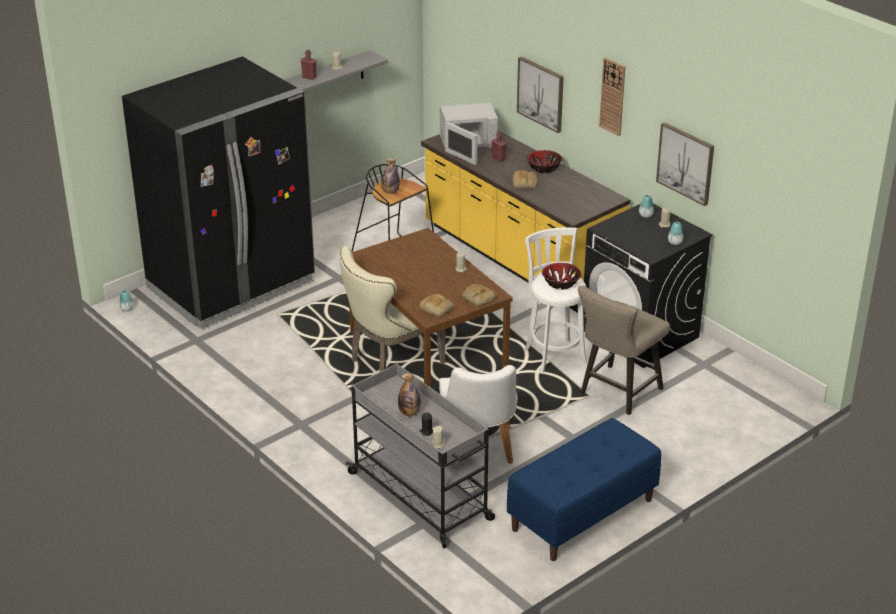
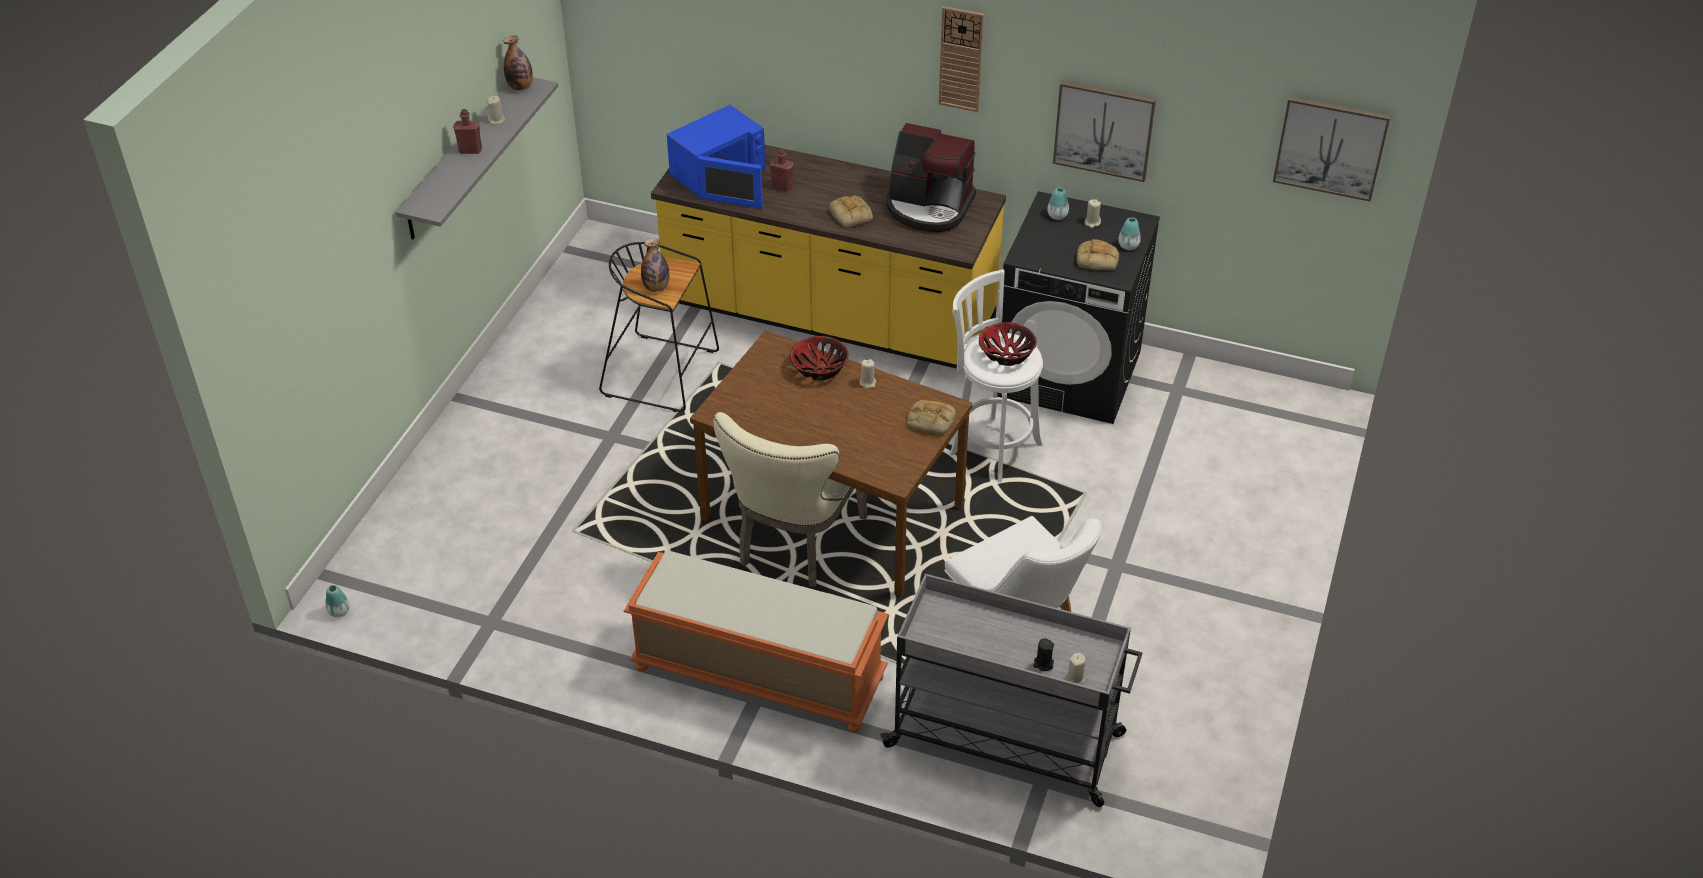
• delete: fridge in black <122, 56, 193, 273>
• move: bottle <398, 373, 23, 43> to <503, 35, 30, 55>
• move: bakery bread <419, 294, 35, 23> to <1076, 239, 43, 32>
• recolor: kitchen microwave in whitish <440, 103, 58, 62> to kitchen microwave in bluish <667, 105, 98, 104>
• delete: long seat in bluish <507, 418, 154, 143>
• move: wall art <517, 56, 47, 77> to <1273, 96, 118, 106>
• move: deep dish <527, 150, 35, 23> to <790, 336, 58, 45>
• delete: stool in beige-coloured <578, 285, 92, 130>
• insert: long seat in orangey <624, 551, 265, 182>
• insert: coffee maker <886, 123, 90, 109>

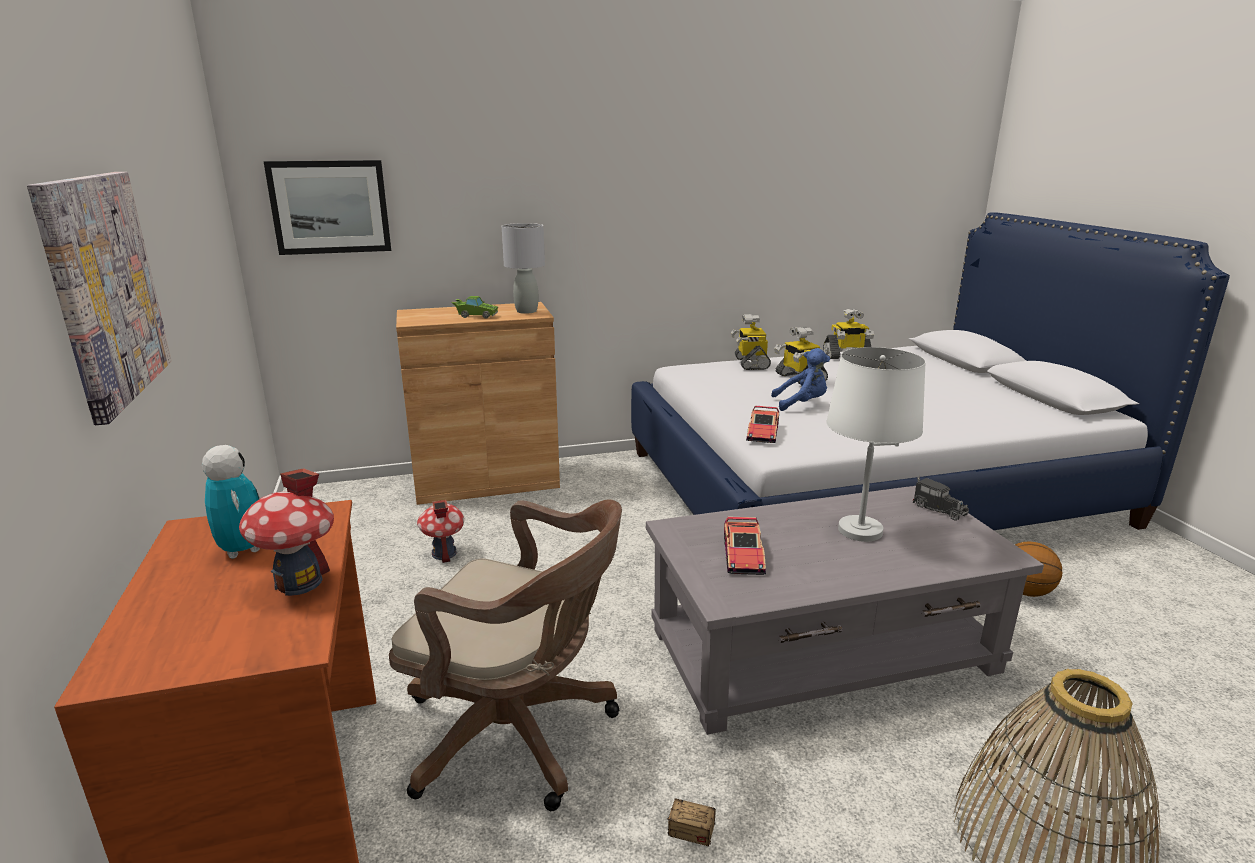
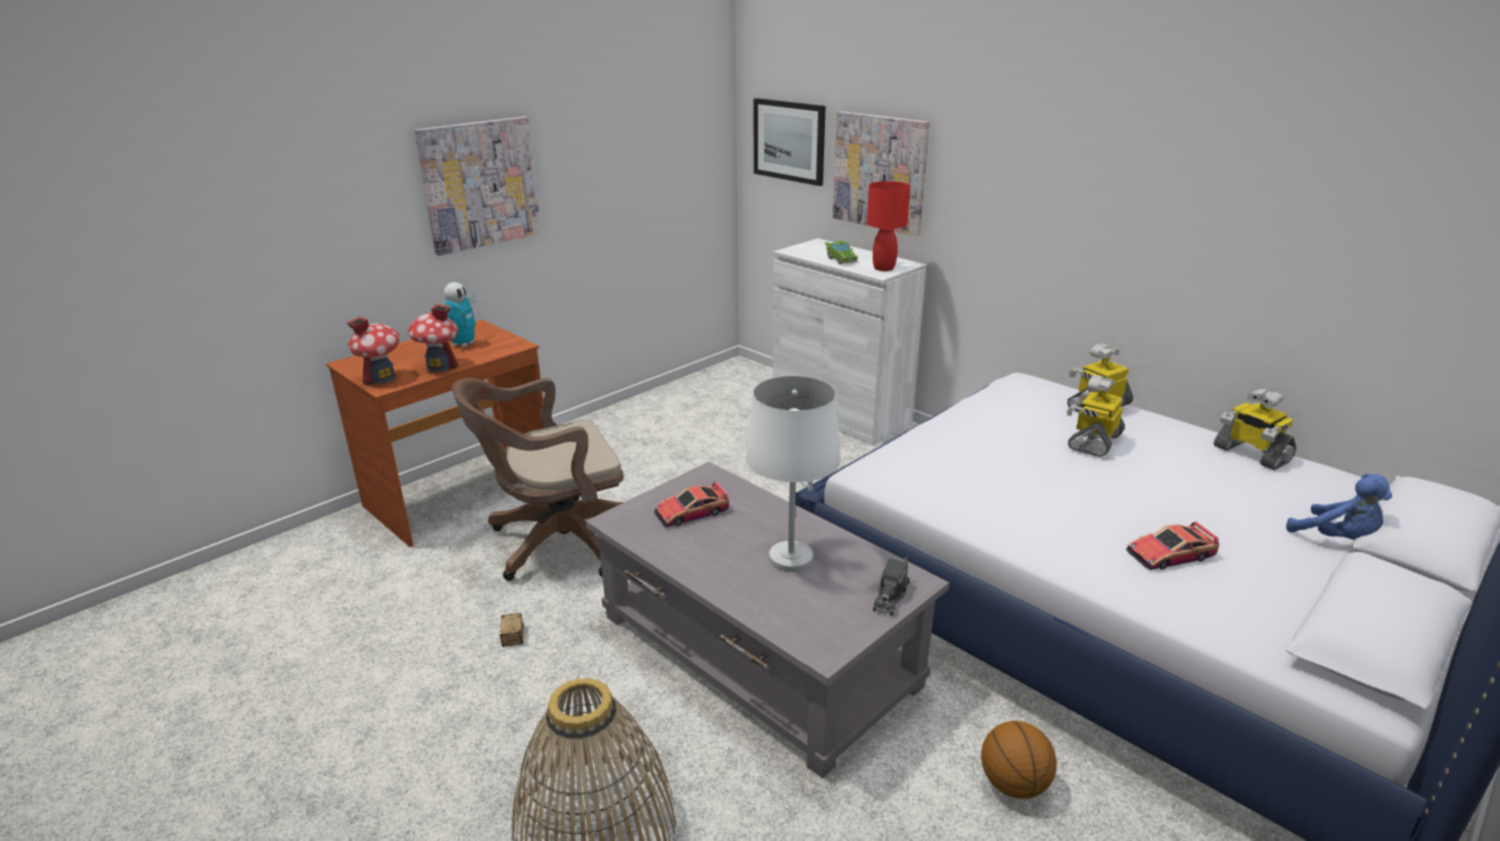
• rotate: computer chair in brown-coloured <389, 499, 233, 312> = <452, 378, 172, 203> 75 degrees clockwise
• recolor: storage cabinet in brown-coloured <396, 302, 164, 203> to storage cabinet in whitish <773, 238, 153, 207>
• move: miniature house <417, 500, 47, 63> to <347, 316, 53, 69>
• recolor: tabletop lamp in grey <502, 223, 43, 91> to tabletop lamp in reddish <867, 181, 43, 90>
• move: toy car <746, 406, 33, 37> to <1126, 522, 93, 48>
• move: plush toy in bluish <771, 348, 59, 63> to <1286, 474, 106, 66>
• insert: wall art <833, 111, 97, 125>

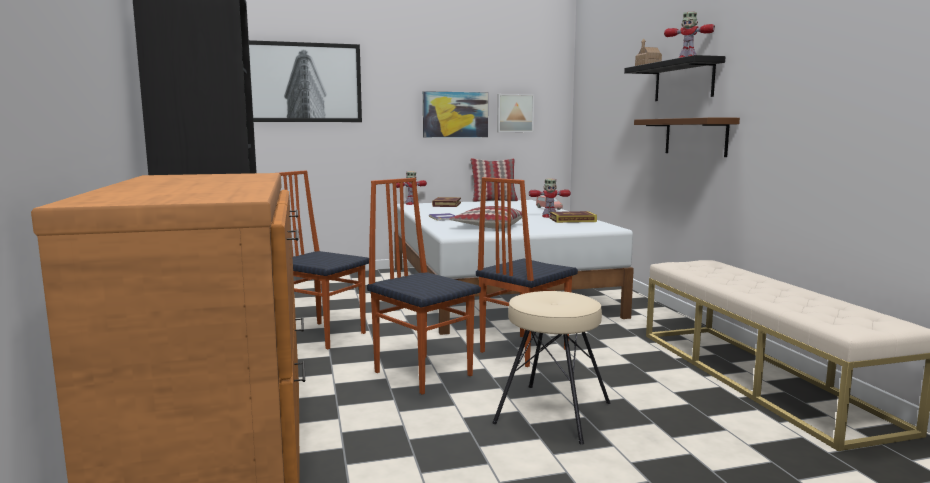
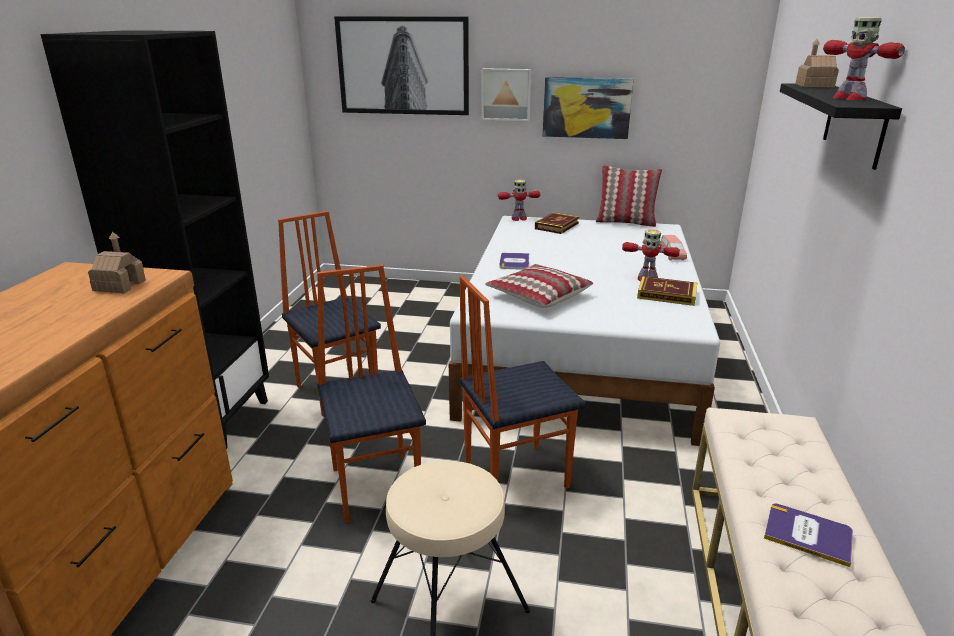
• move: wall art <497, 94, 37, 38> to <481, 68, 51, 53>
• delete: bracket shelf in brown-coloured <634, 117, 106, 40>
• insert: miniature house <88, 232, 58, 61>
• insert: bound book <764, 503, 89, 64>

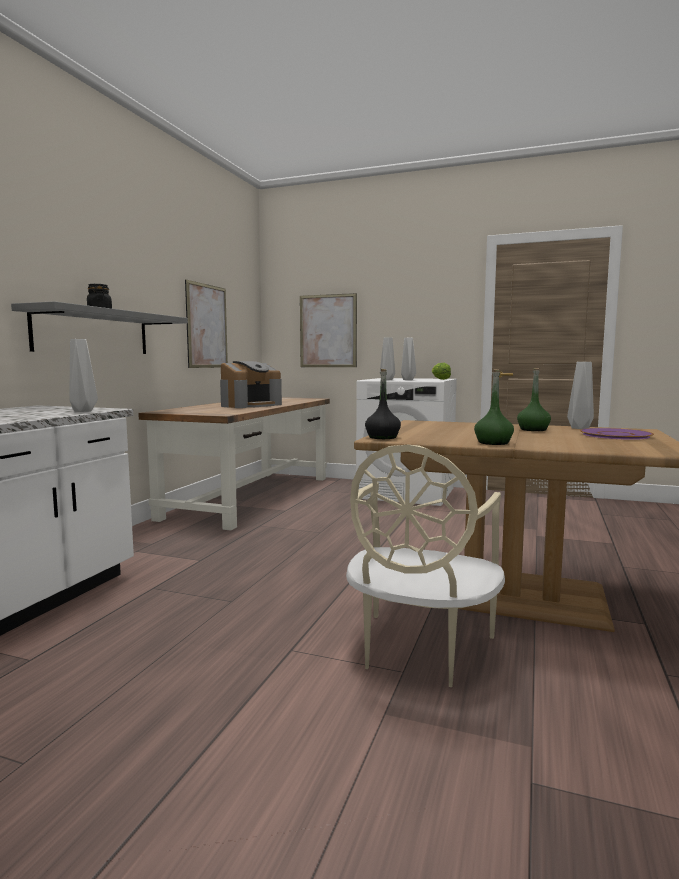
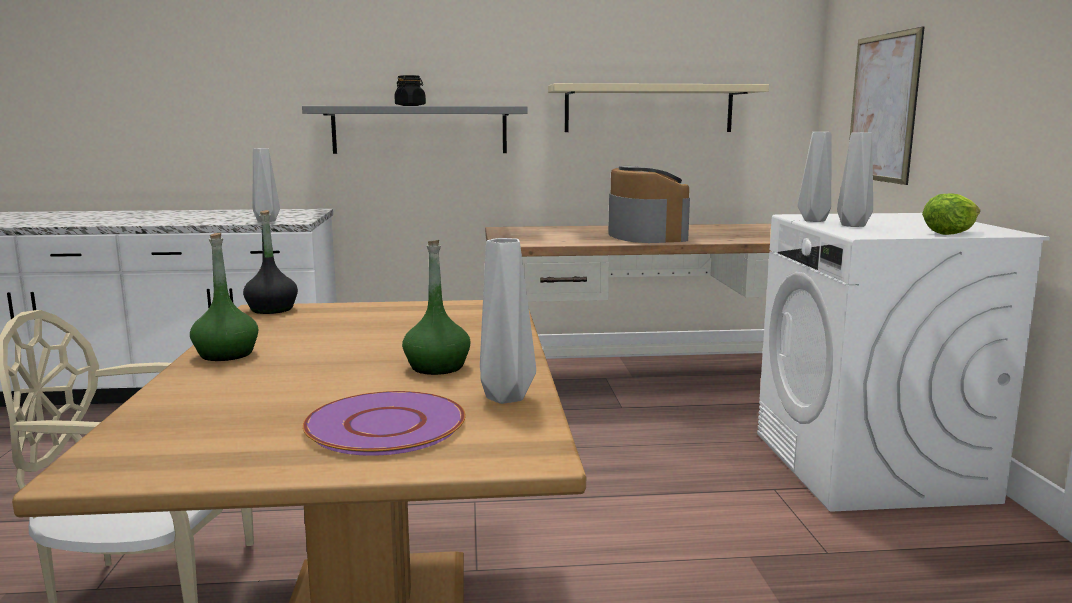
• replace: wall art <185, 280, 43, 88> to bracket shelf in beige-coloured <548, 83, 221, 49>
• rotate: coffee maker <220, 361, 62, 47> = <608, 166, 82, 77> 120 degrees counterclockwise

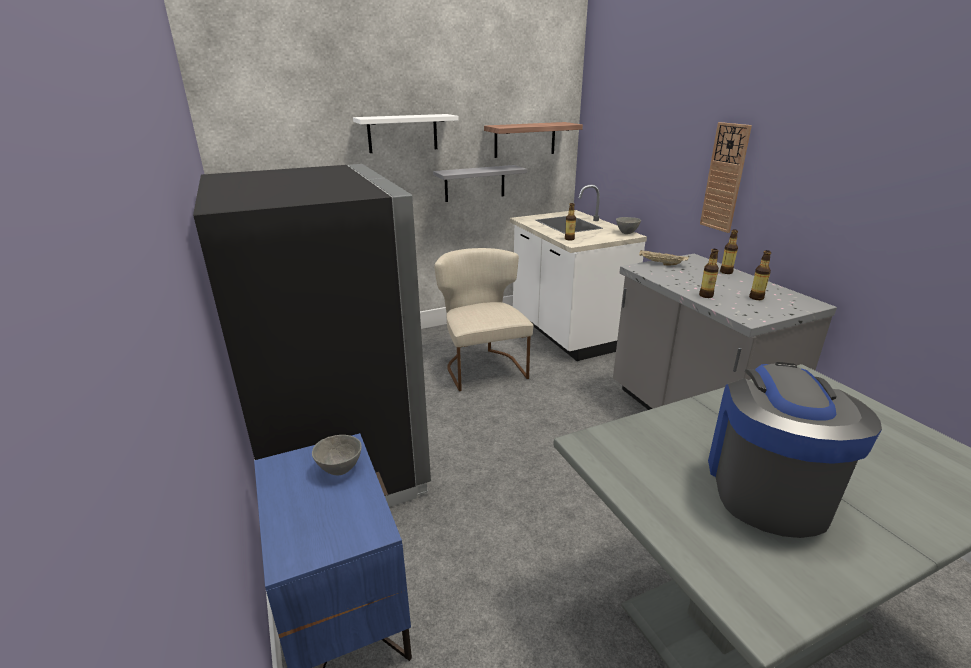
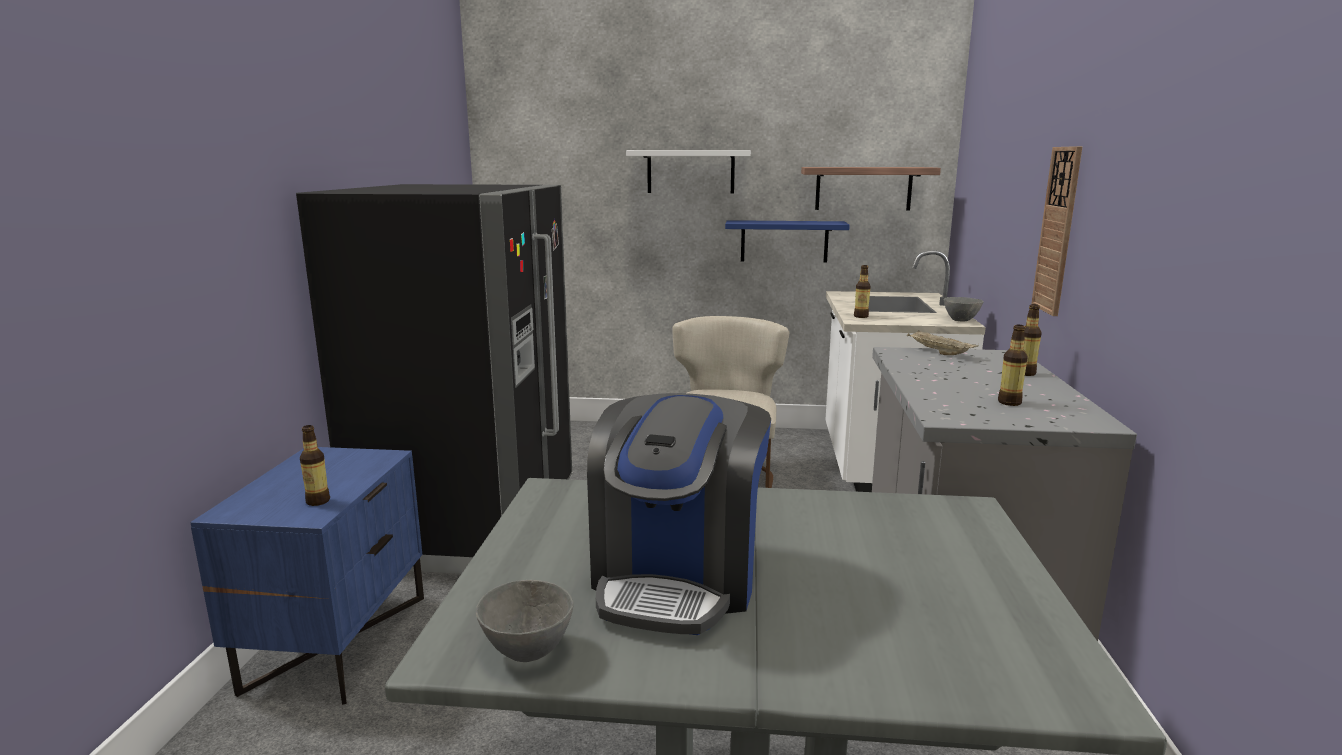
• move: deep dish in grey <312, 435, 49, 40> to <476, 580, 98, 82>
• recolor: bracket shelf in grey <433, 165, 94, 37> to bracket shelf in bluish <725, 220, 125, 43>
• move: bottle <699, 249, 20, 49> to <300, 425, 30, 81>
• rotate: coffee maker <708, 362, 174, 176> = <587, 393, 184, 242> 150 degrees clockwise

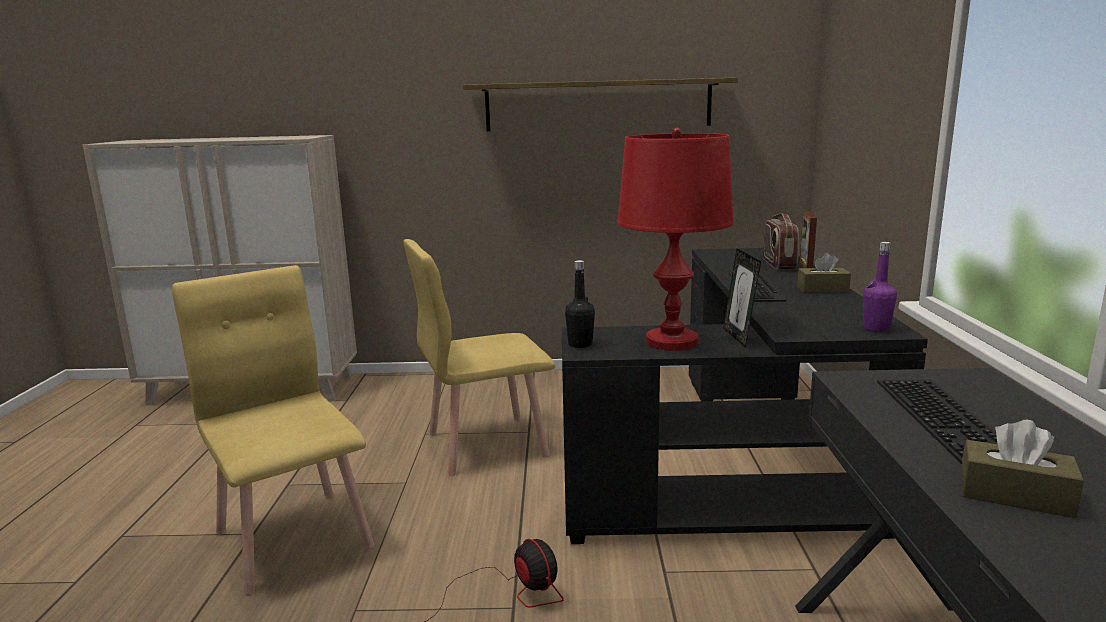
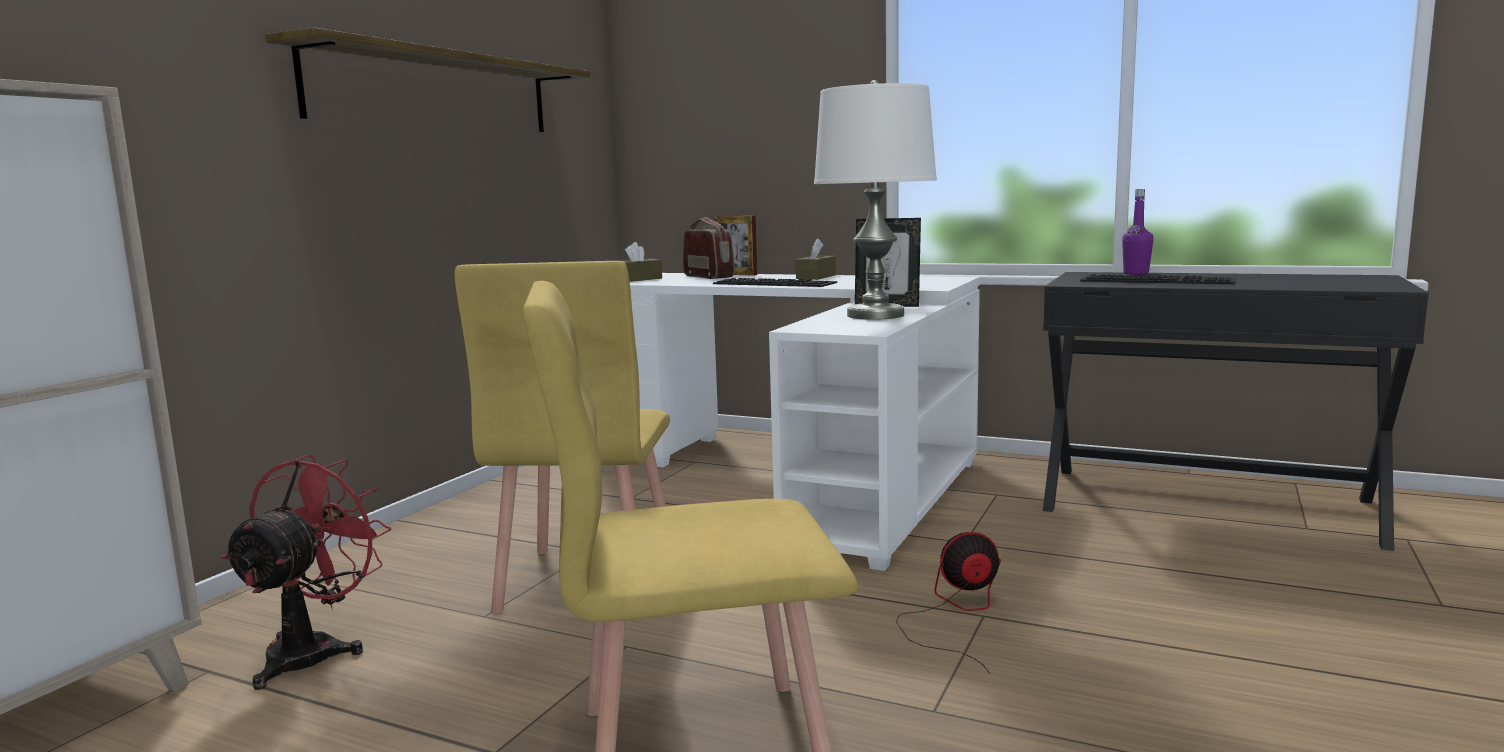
• recolor: desk unit in black <562, 248, 366, 296> to desk unit in whitish <630, 273, 350, 298>
• delete: bottle in black <565, 260, 30, 88>
• recolor: tabletop lamp in reddish <617, 128, 117, 223> to tabletop lamp in whitish <814, 80, 123, 240>
• rotate: radio <763, 213, 36, 57> = <683, 217, 52, 62> 150 degrees counterclockwise
• move: bottle in purplish <863, 242, 34, 90> to <1122, 189, 31, 86>
• move: tissue box in brown-coloured <961, 420, 123, 98> to <623, 242, 39, 40>
• insert: cooling fan in reddish <221, 454, 170, 236>

